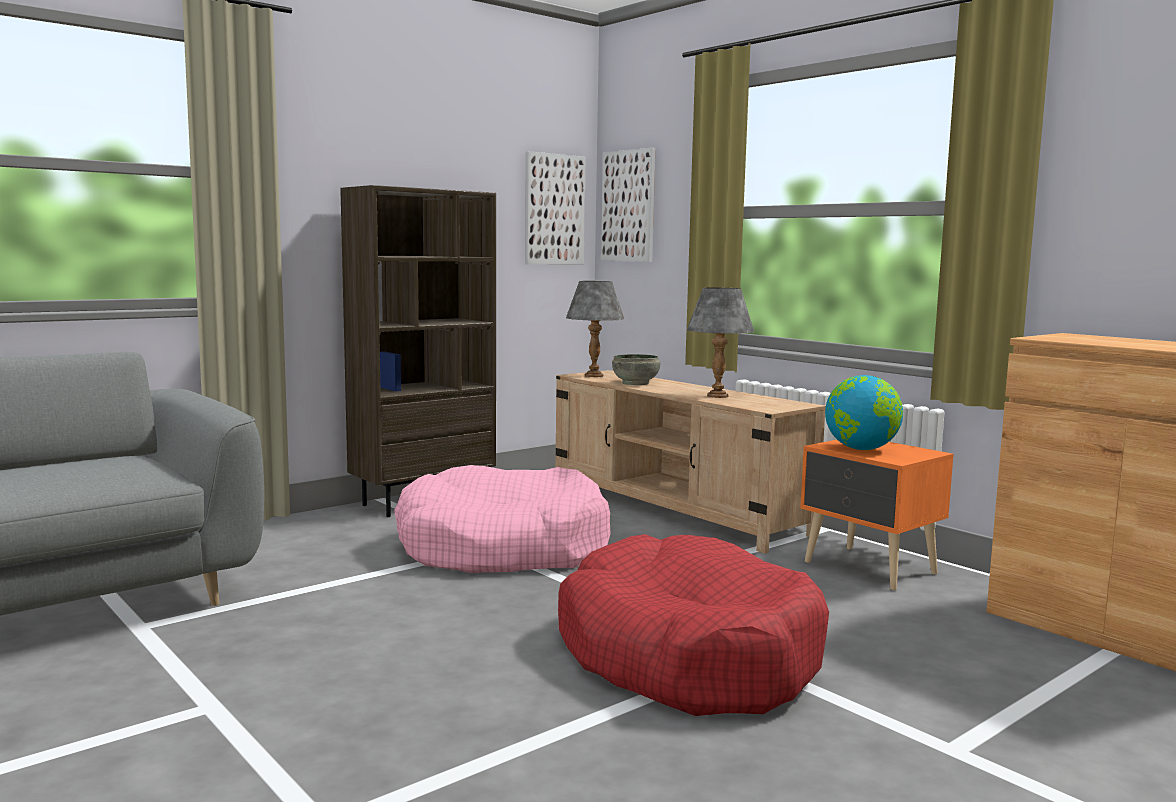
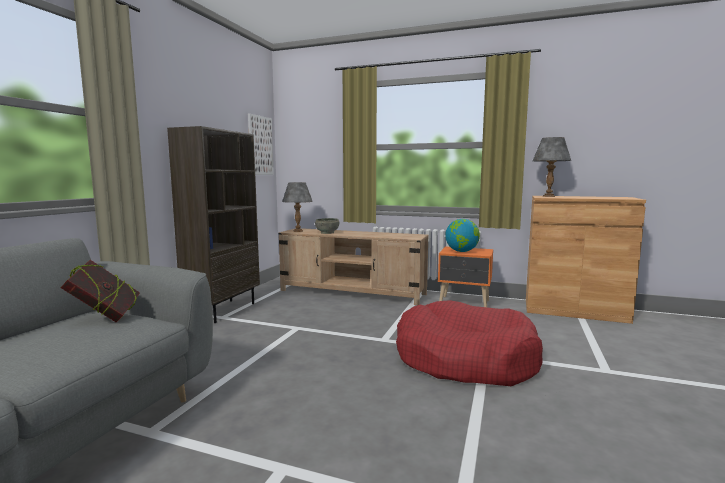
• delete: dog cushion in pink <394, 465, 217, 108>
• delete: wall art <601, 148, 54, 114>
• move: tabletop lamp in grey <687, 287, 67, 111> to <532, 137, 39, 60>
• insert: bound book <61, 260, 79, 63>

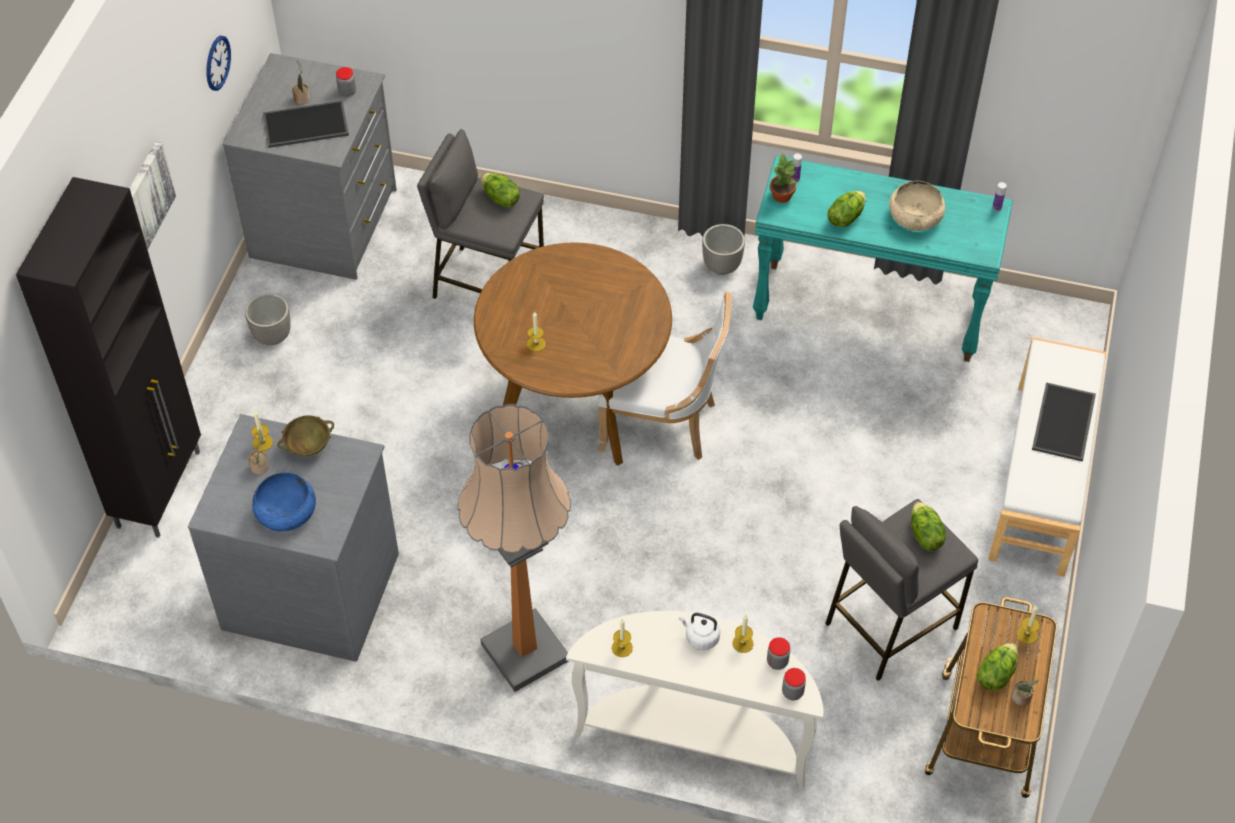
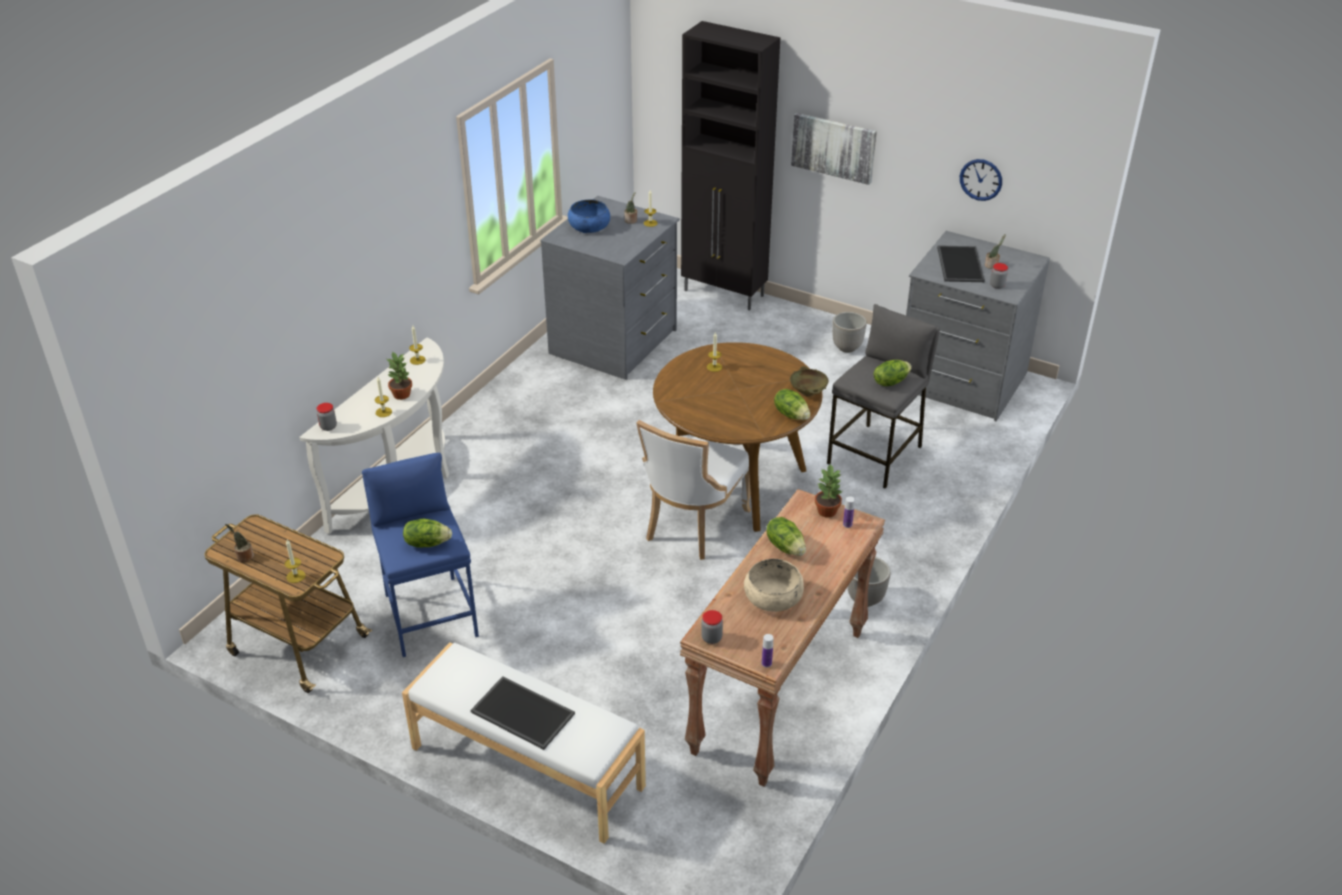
• move: deep dish in beige-coloured <277, 415, 57, 41> to <790, 366, 39, 31>
• delete: floor lamp <458, 404, 113, 288>
• replace: kettle in whitish <679, 613, 41, 37> to houseplant <387, 351, 25, 49>
• recolor: hall table in turquoise <753, 156, 260, 206> to hall table in brown-coloured <680, 489, 205, 298>
• move: preserve jar <767, 637, 23, 33> to <701, 610, 22, 34>
• recolor: stool in grey <825, 499, 153, 182> to stool in bluish <362, 453, 117, 204>
• move: head of lettuce <977, 643, 41, 48> to <774, 389, 36, 31>

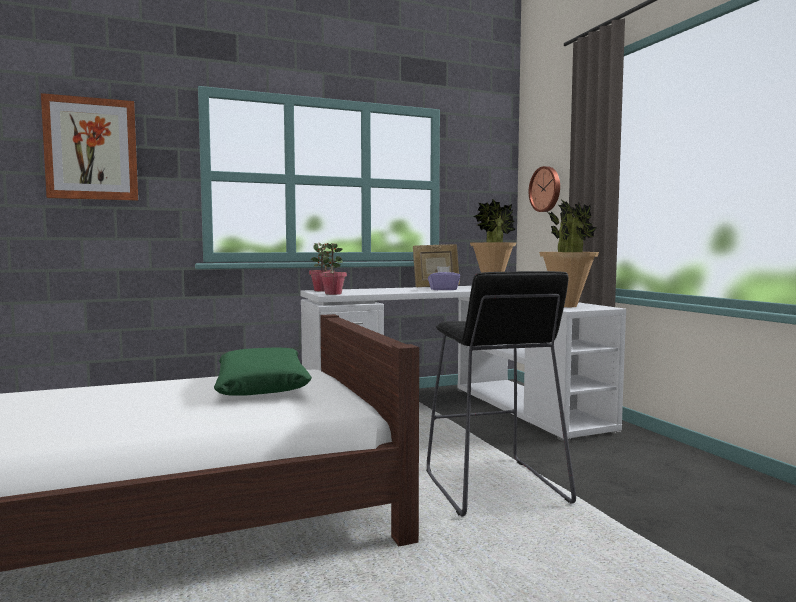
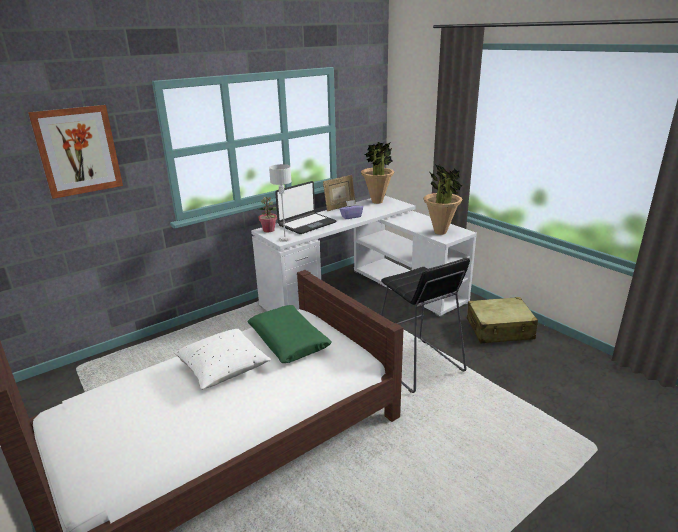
• replace: houseplant <320, 242, 27, 53> to tabletop lamp in grey <269, 164, 23, 78>
• delete: wall clock <529, 166, 31, 46>
• insert: cushion in whitish <174, 329, 97, 61>
• insert: laptop <275, 181, 61, 53>
• insert: piece of luggage in beige-coloured <467, 297, 71, 46>

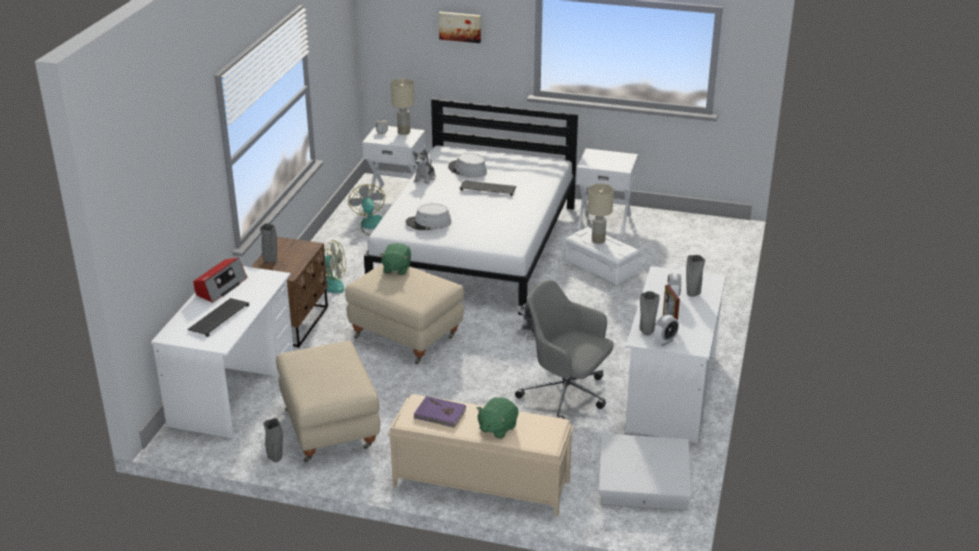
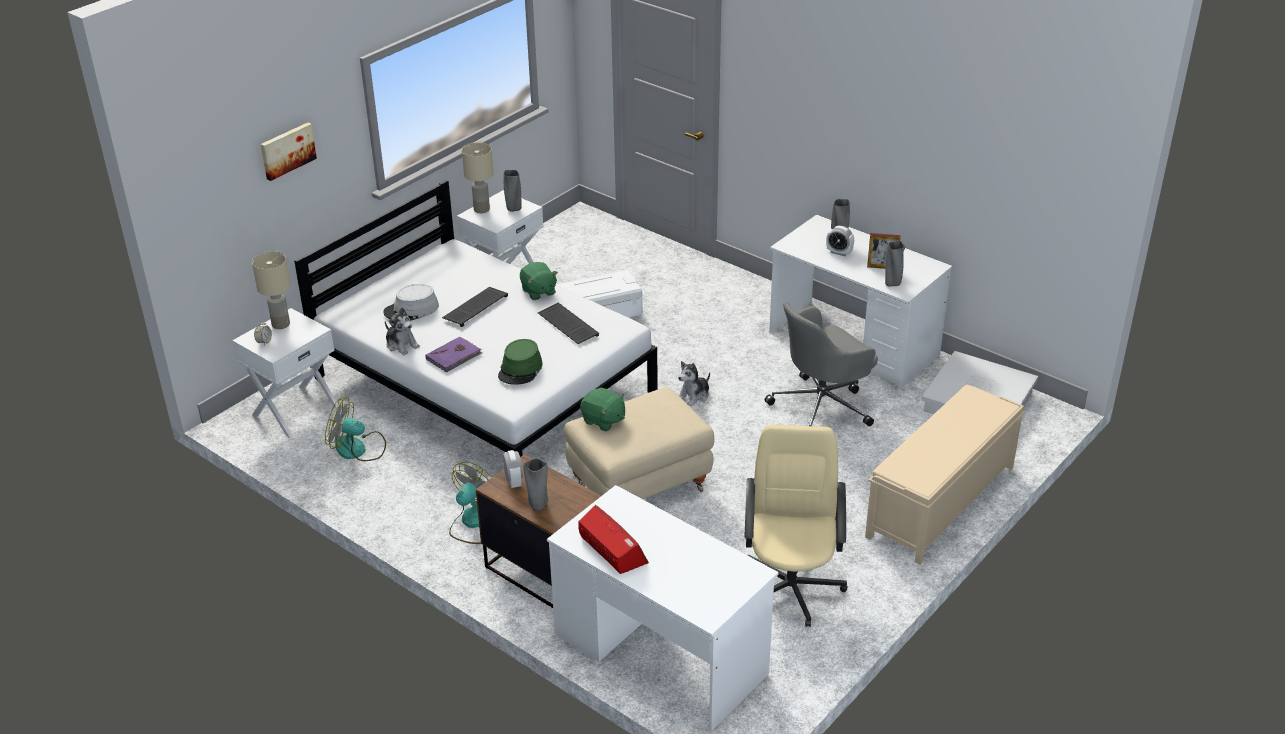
• move: PC keyboard <187, 298, 62, 39> to <538, 302, 61, 42>
• move: decorative vase in grey <263, 418, 20, 44> to <504, 170, 17, 42>
• replace: ottoman in beige-coloured <276, 341, 104, 122> to computer chair in beige-coloured <744, 425, 104, 202>
• recolor: wearable hat in grey <406, 203, 45, 27> to wearable hat in green-coloured <498, 339, 44, 46>
• move: bound book in purplish <413, 396, 53, 32> to <425, 337, 57, 36>
• move: plush toy in green-coloured <477, 397, 42, 42> to <520, 262, 38, 38>
• move: tabletop lamp in beige-coloured <587, 184, 27, 60> to <462, 142, 32, 71>
• move: table clock <654, 315, 25, 31> to <503, 450, 20, 38>

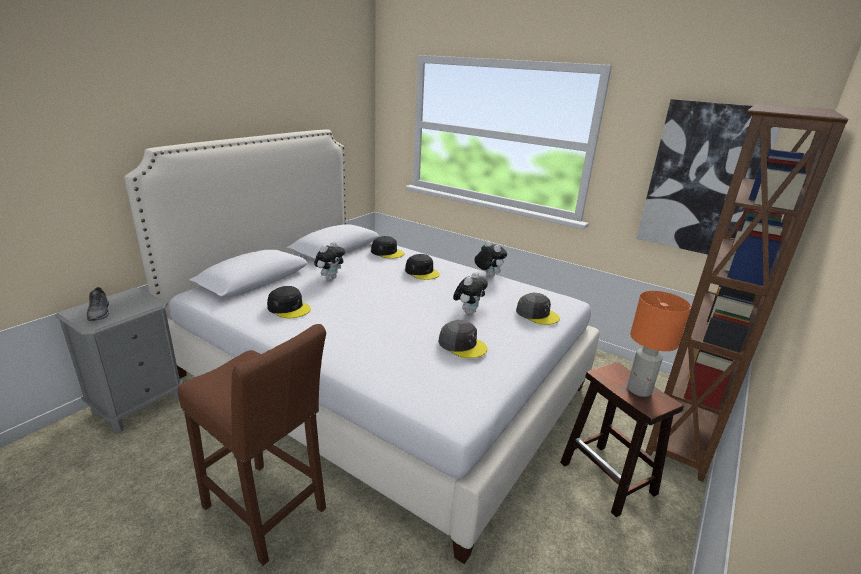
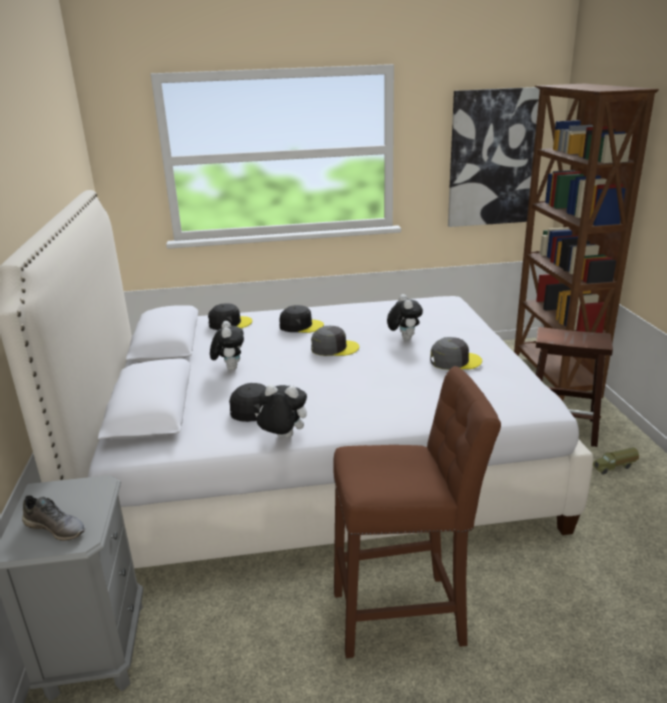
• move: plush toy <474, 241, 33, 36> to <255, 384, 52, 54>
• move: peaked cap in grey <516, 293, 44, 32> to <311, 326, 48, 30>
• delete: tabletop lamp in orangey <627, 291, 64, 106>
• insert: model truck <593, 447, 46, 28>

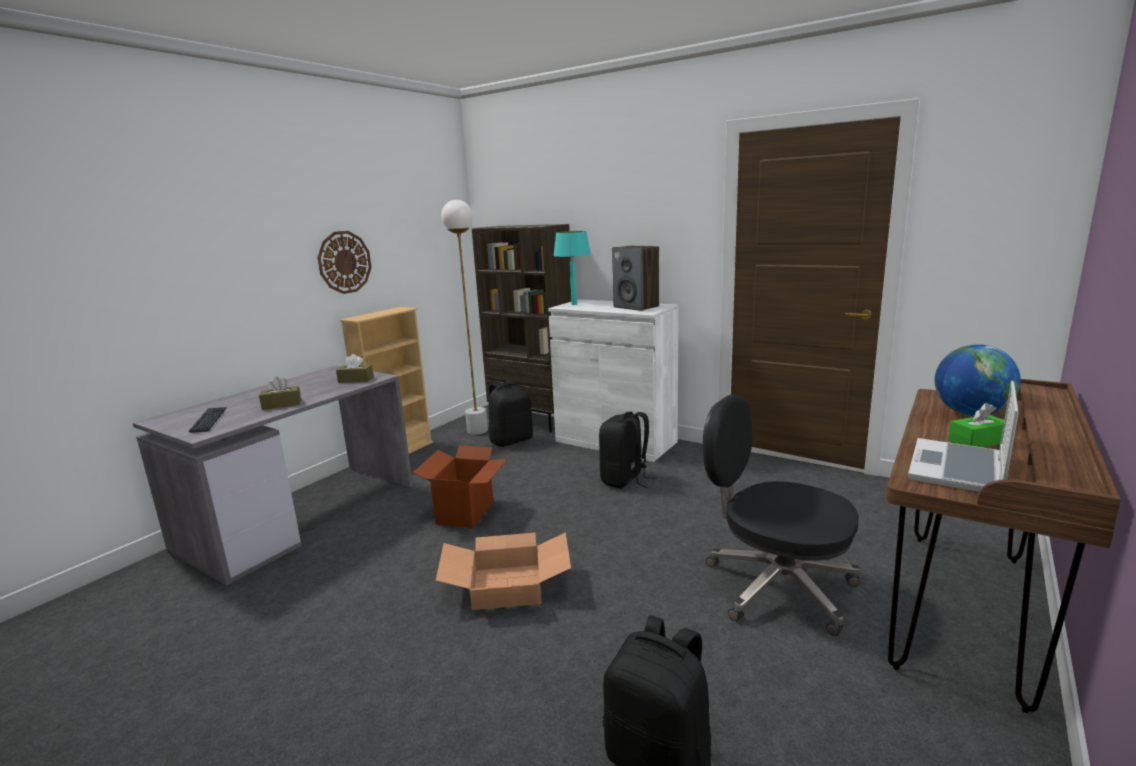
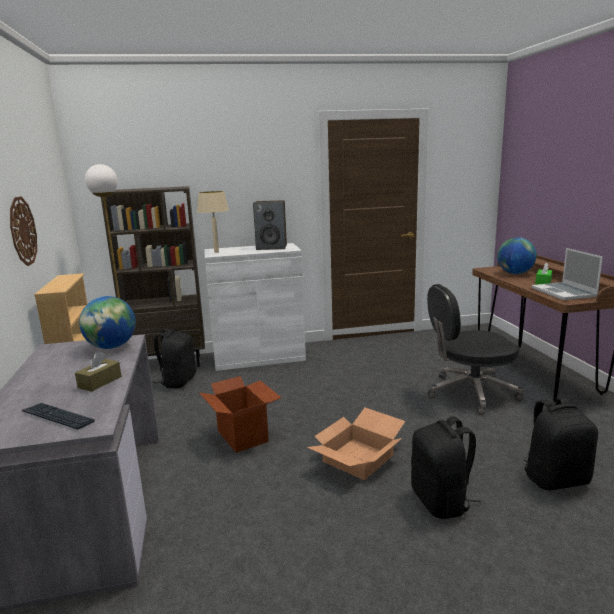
• replace: tissue box in brown-coloured <336, 354, 38, 29> to globe <79, 296, 57, 53>
• recolor: tabletop lamp in turquoise <553, 231, 38, 74> to tabletop lamp in beige-coloured <197, 191, 32, 62>
• move: backpack in black <599, 412, 58, 77> to <411, 416, 70, 103>

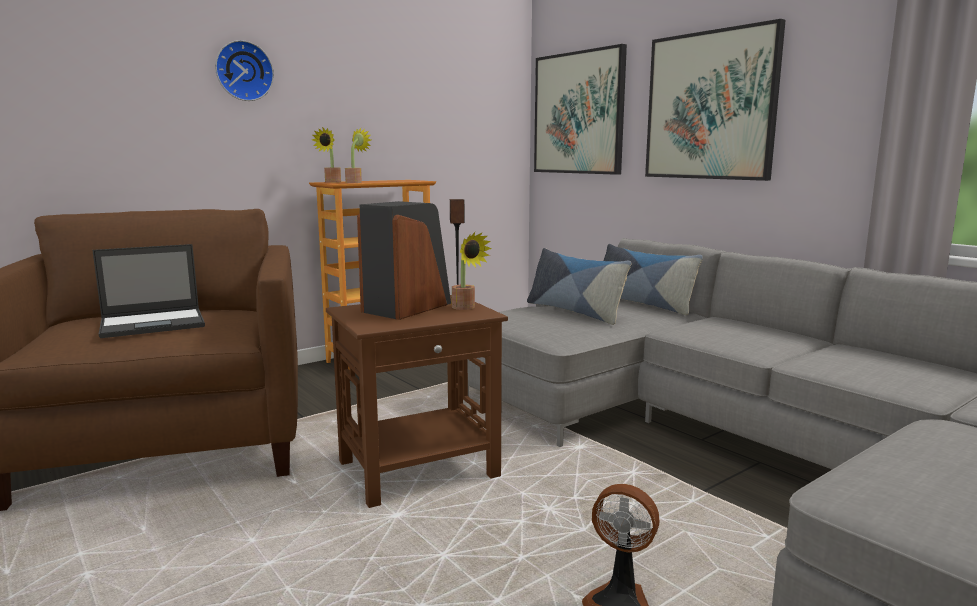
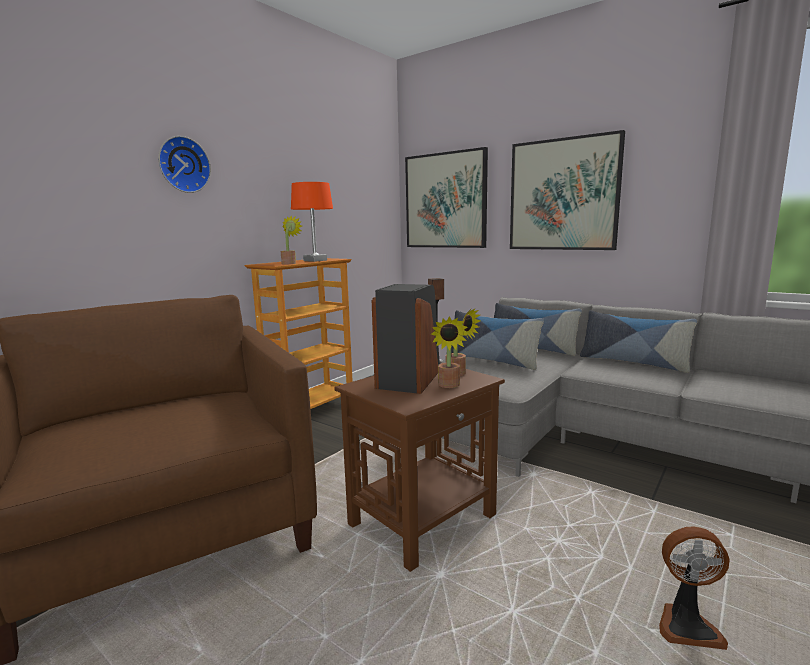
• delete: laptop <92, 244, 113, 94>
• move: houseplant <312, 127, 29, 56> to <431, 316, 38, 72>
• insert: tabletop lamp in orangey <291, 182, 42, 80>
• insert: cushion <580, 310, 117, 63>

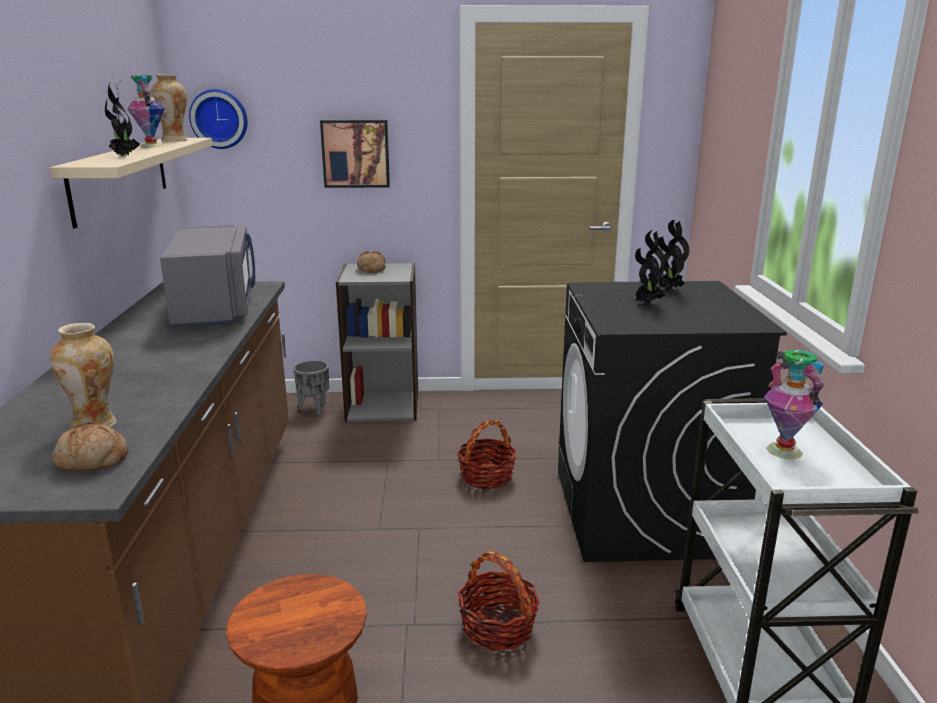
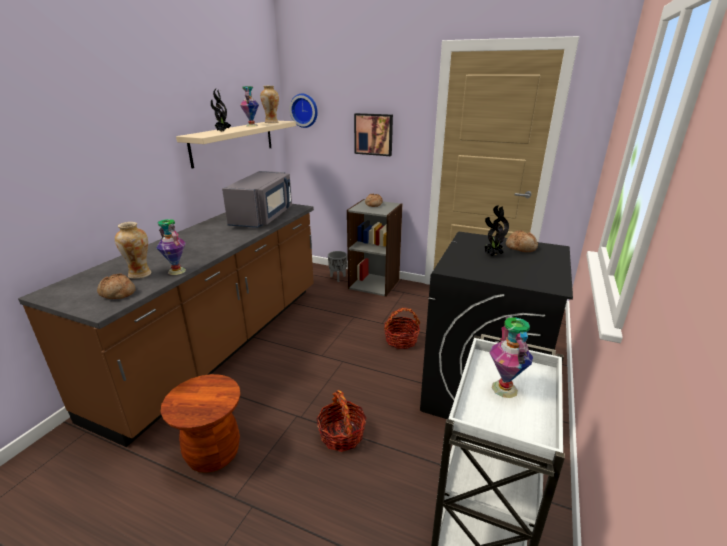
• replace: houseplant <658, 220, 32, 70> to bakery bread <506, 230, 32, 22>
• insert: decorative vase <156, 219, 30, 56>

